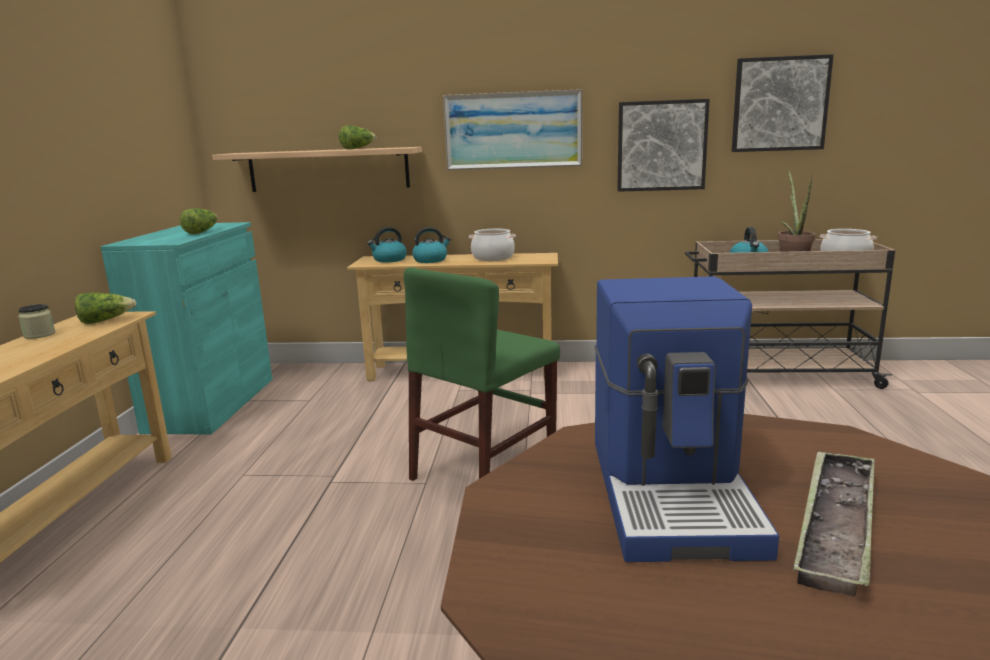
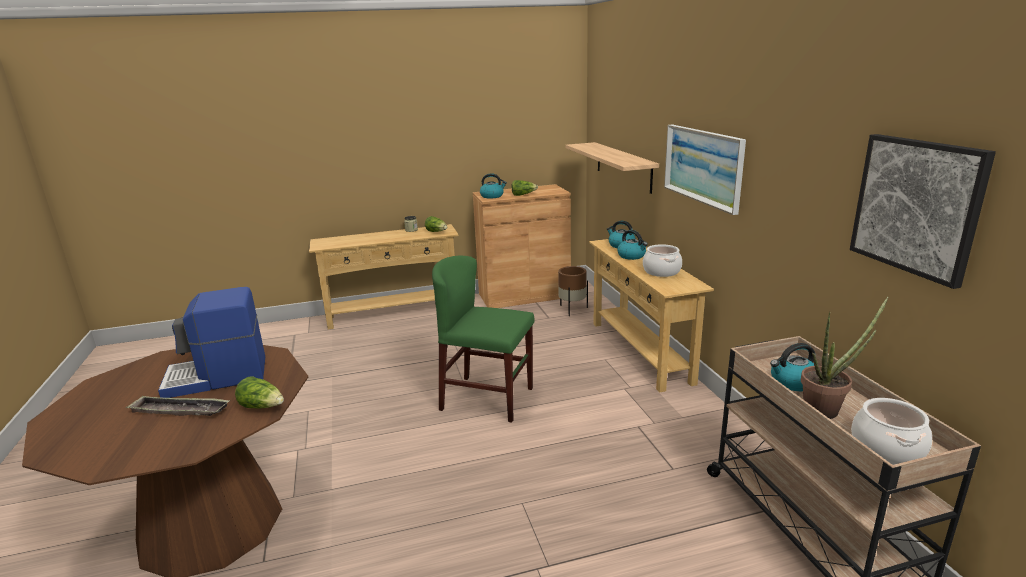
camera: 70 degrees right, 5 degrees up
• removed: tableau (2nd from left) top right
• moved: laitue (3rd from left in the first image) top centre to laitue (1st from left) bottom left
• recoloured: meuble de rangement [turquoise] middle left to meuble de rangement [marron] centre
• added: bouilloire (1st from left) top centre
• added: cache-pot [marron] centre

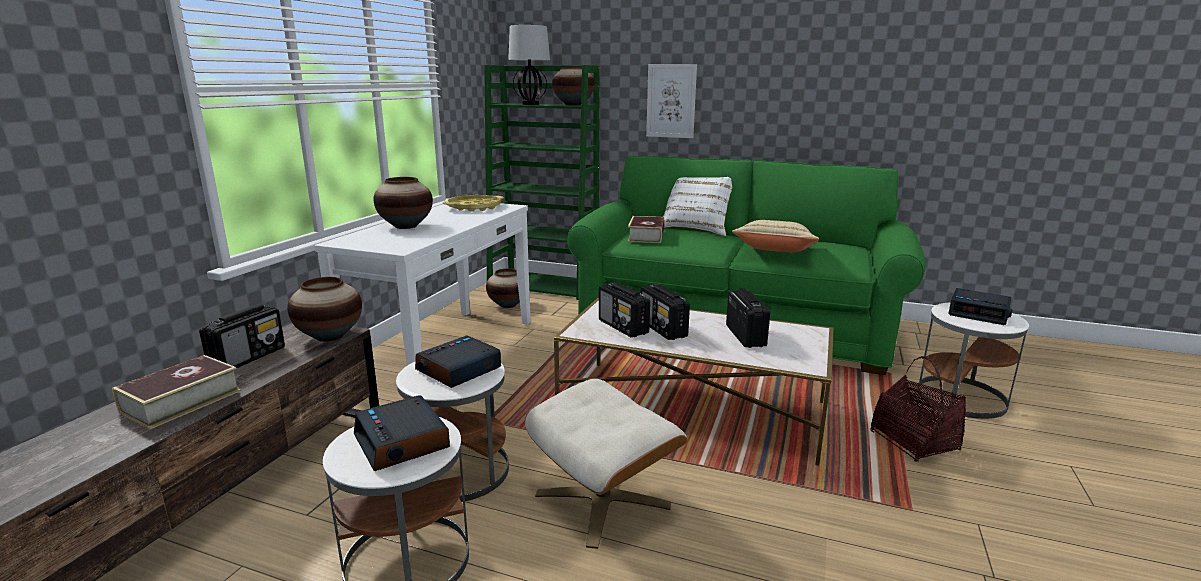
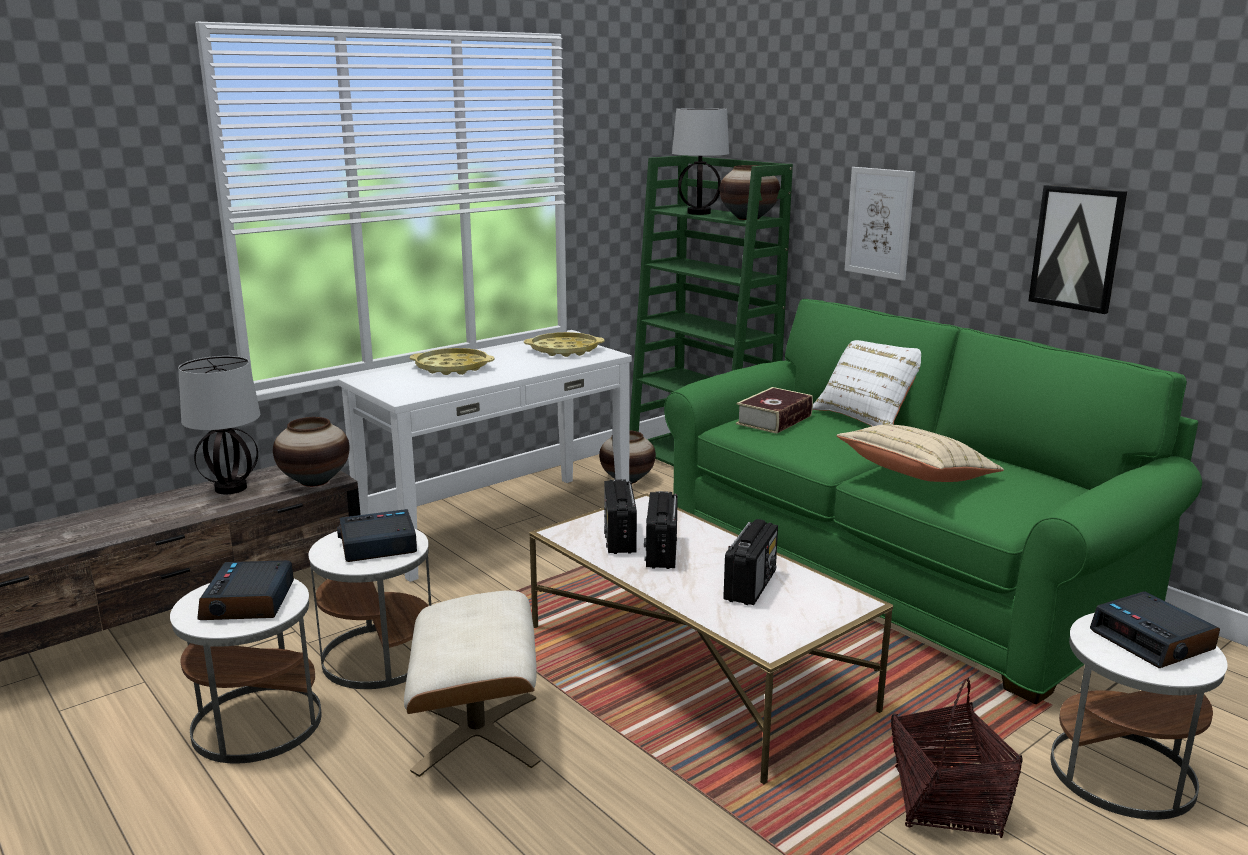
camera: 30 degrees right, 0 degrees up
• replaced: vase (2nd from left) centre to plateau [jaune] (1st from left) centre
• replaced: radio (1st from left) middle left to lampe de table (1st from left) middle left
• removed: livre (1st from left) bottom left
• added: tableau (2nd from left) top right

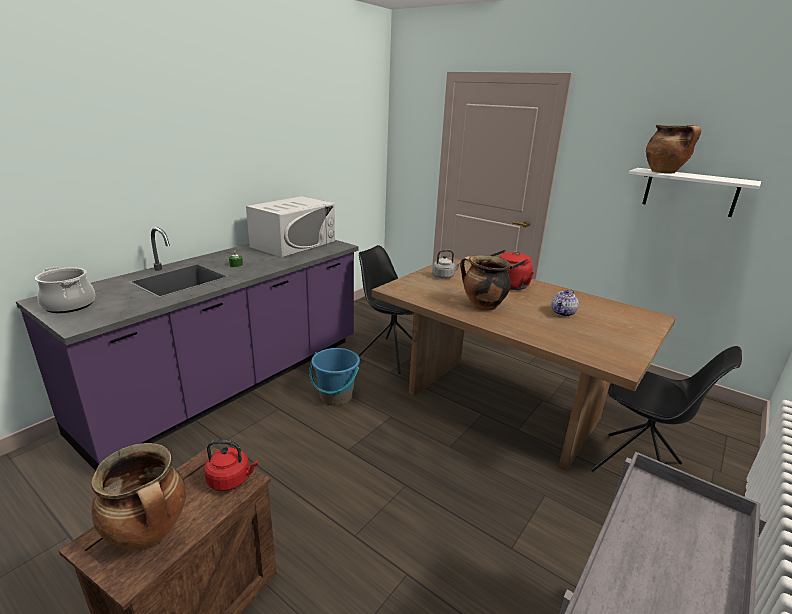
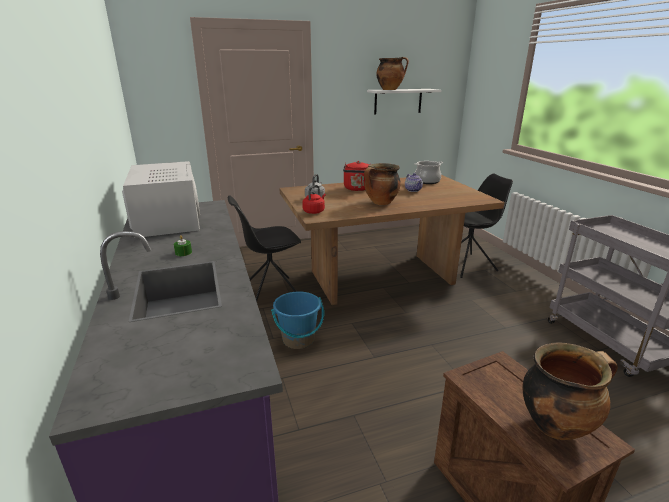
camera: 55 degrees left, 0 degrees up
• moved: marmite (1st from left in the first image) middle left to marmite (3rd from left) centre
• moved: bouilloire [rouge] (1st from left) bottom left to centre

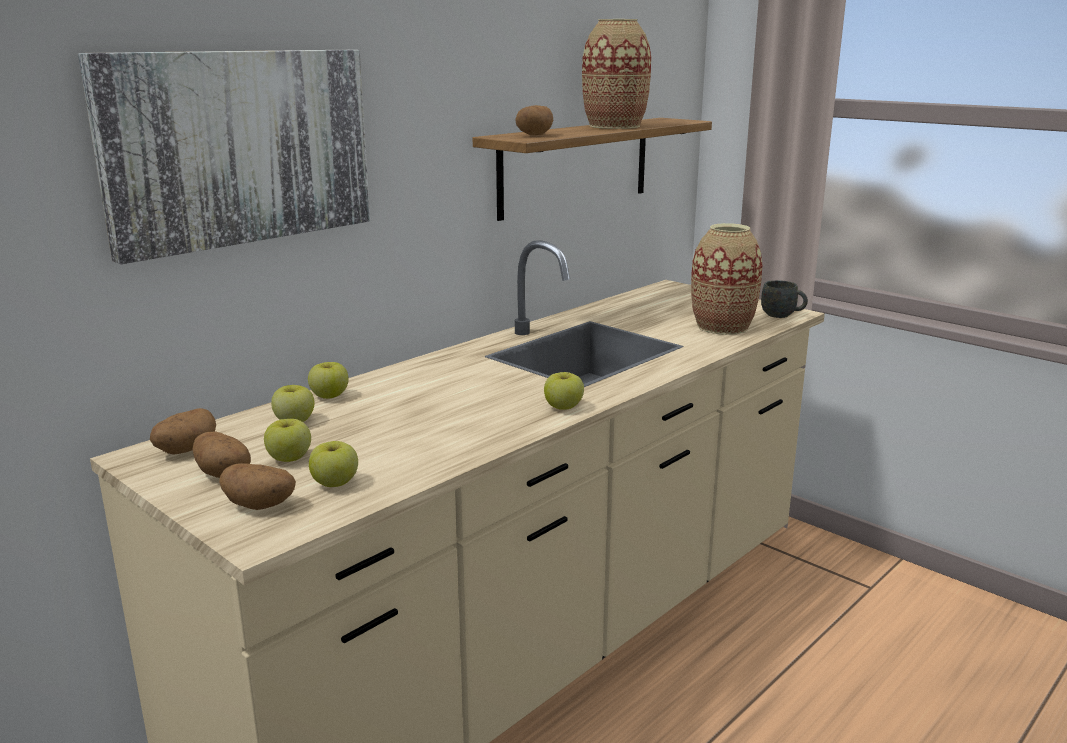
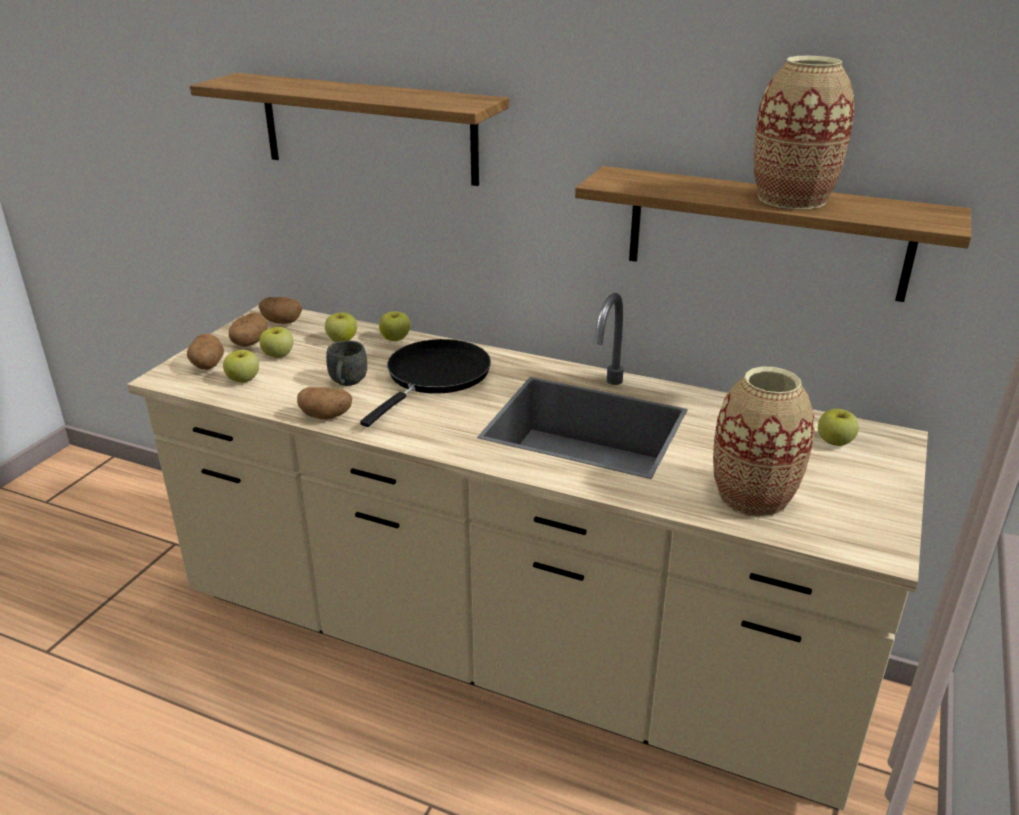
camera: 70 degrees right, 10 degrees up
• replaced: tableau top left to étagère (1st from left) top centre
• moved: pomme de terre (4th from left) top centre to middle left
• moved: mug [gris] middle right to centre
• moved: pomme (5th from left) centre to middle right
• added: poêle [noir] centre

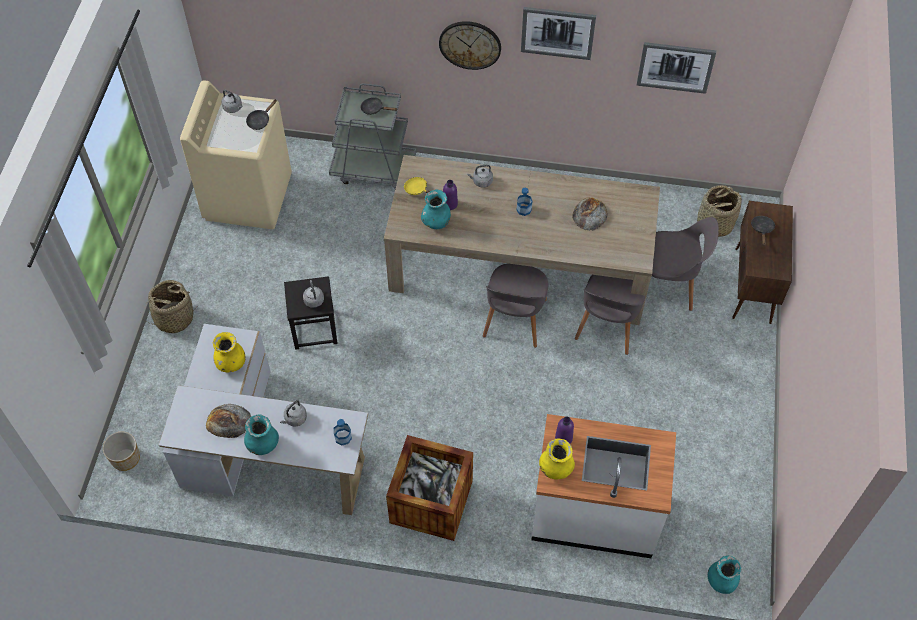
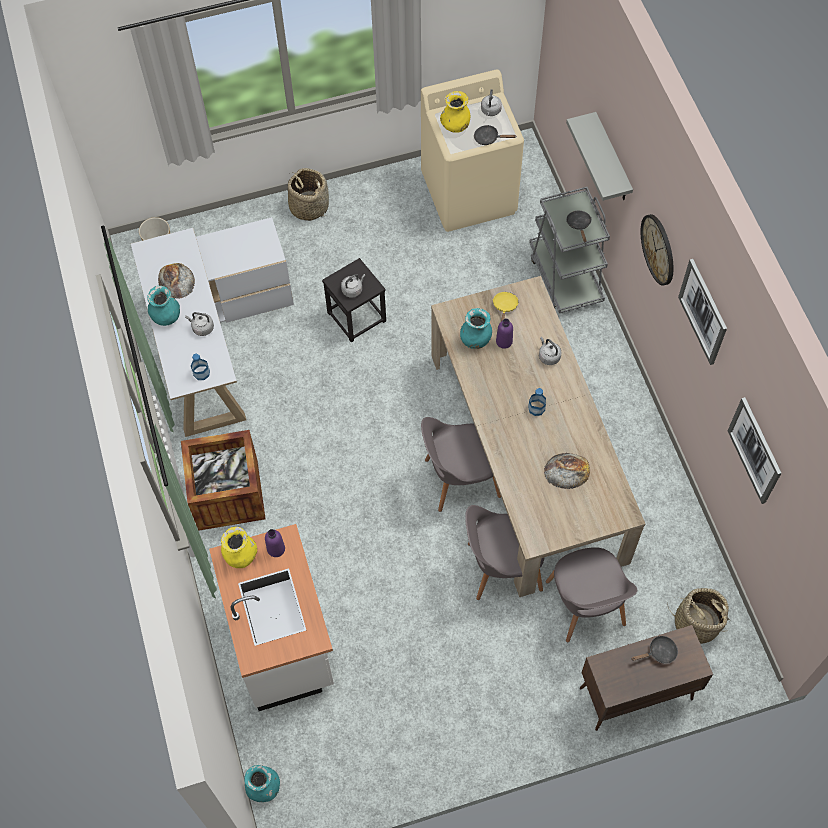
camera: 65 degrees right, 5 degrees up
• moved: vase [jaune] (1st from left in the first image) middle left to vase [jaune] (2nd from left) top centre
• added: étagère [gris] top right

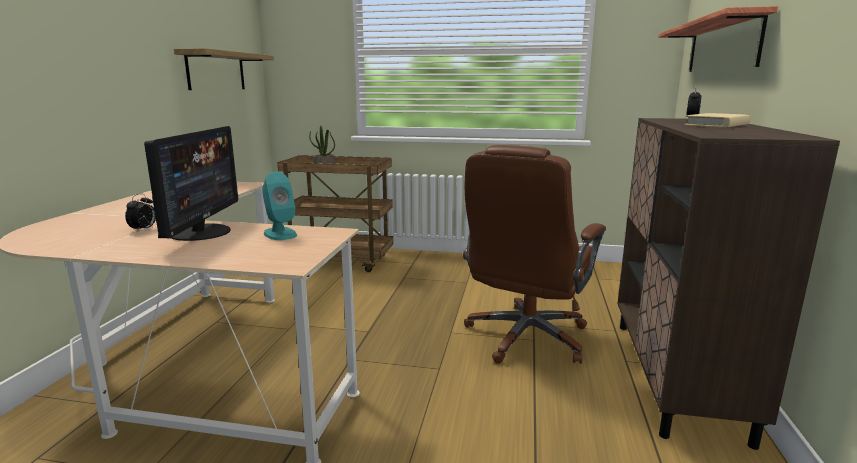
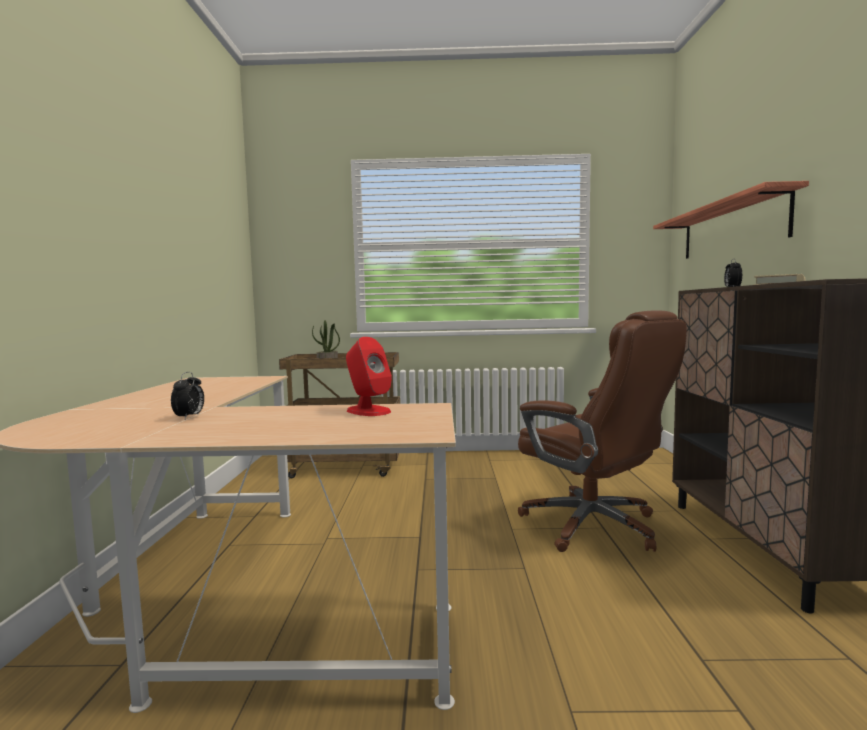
camera: 10 degrees left, 10 degrees down
• removed: étagère (1st from left) top left
• removed: écran d'ordinateur middle left
• turned: chaise de bureau [marron] centre = middle right 60 degrees counterclockwise
• recoloured: enceinte [turquoise] middle left to enceinte [rouge] centre

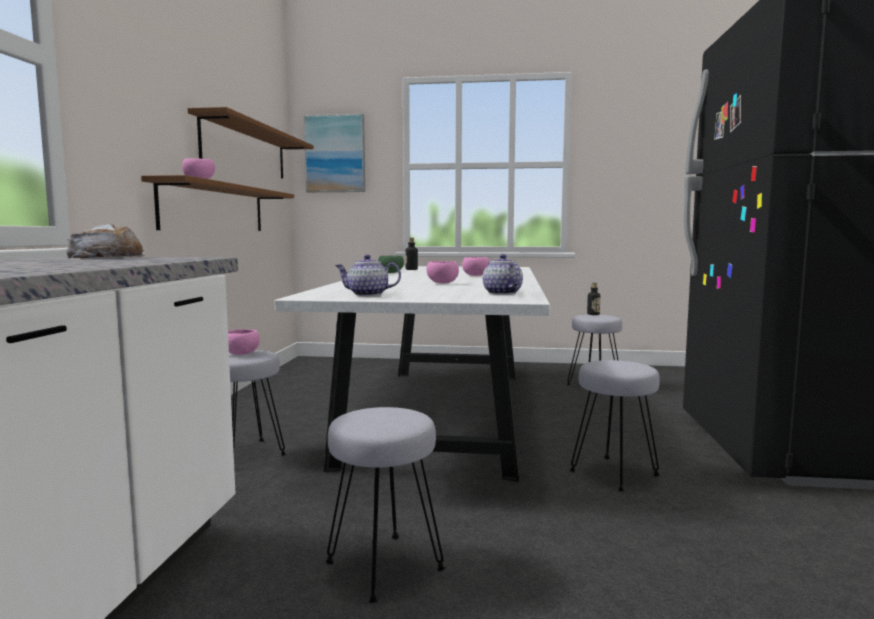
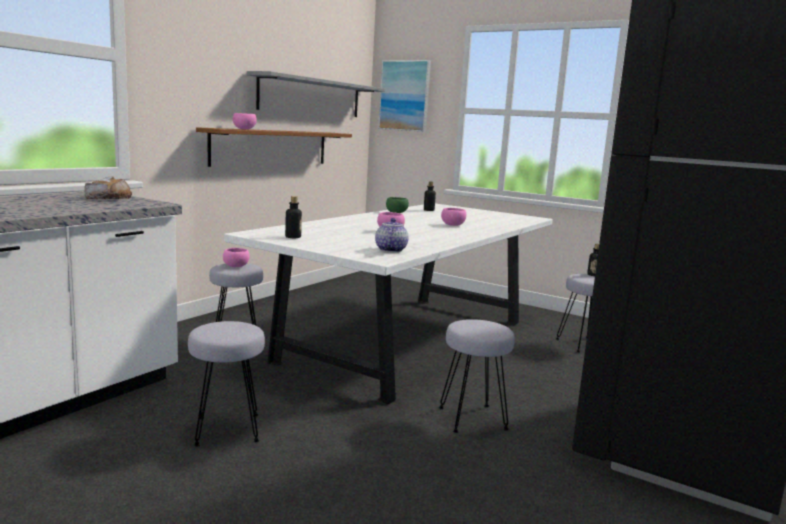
camera: 25 degrees right, 5 degrees up
• recoloured: étagère [marron] (2nd from left) top left to étagère [gris] top centre
• replaced: théière (1st from left) centre to bouteille (1st from left) centre

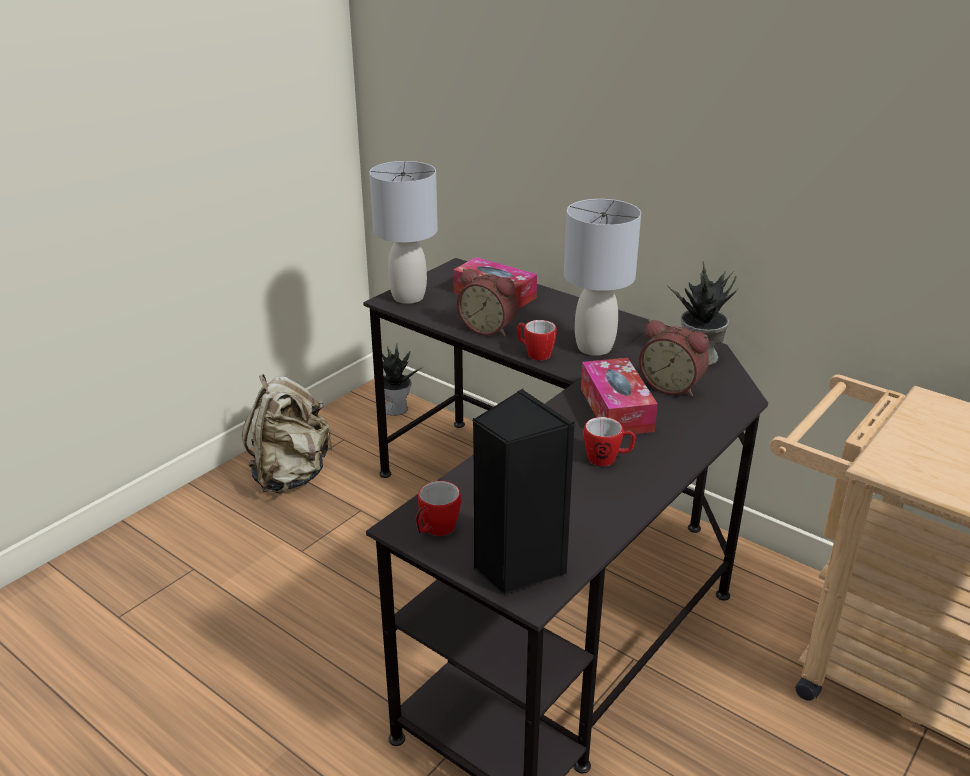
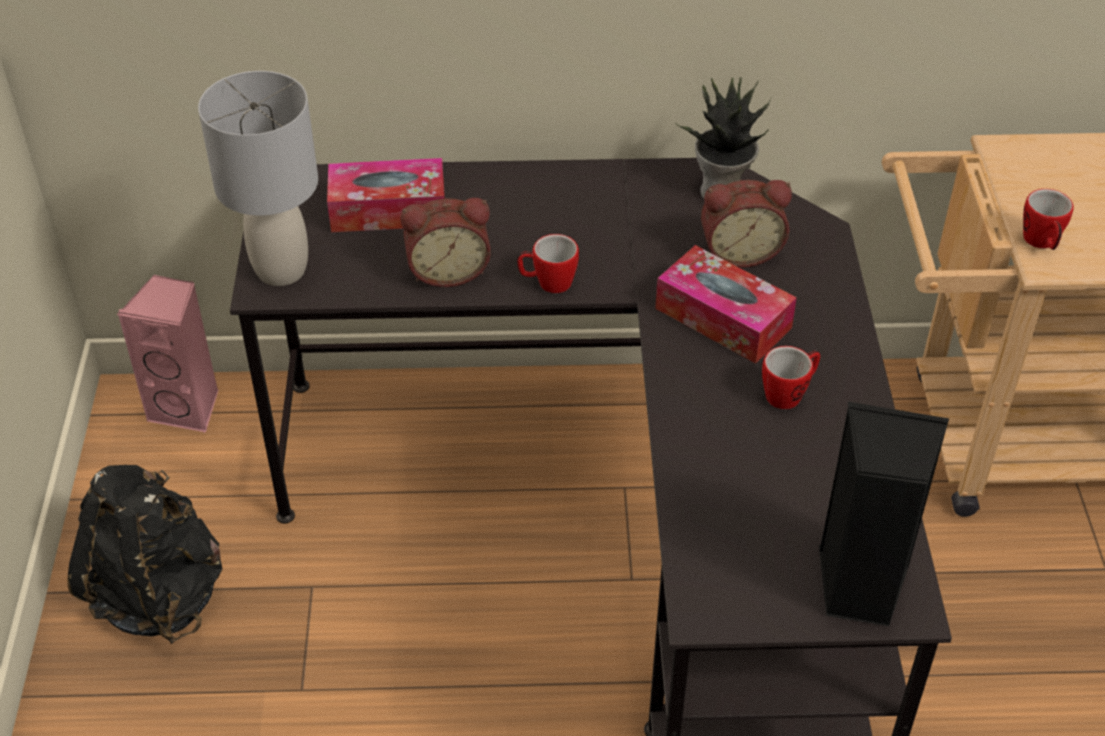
camera: 40 degrees left, 15 degrees up
• removed: lampe de table [gris] (2nd from left) centre
• replaced: plante en pot (1st from left) centre to enceinte [rose] middle left
• recoloured: sac à dos [beige] middle left to sac à dos [noir] bottom left
• moved: mug (1st from left in the first image) centre to mug (3rd from left) top right

